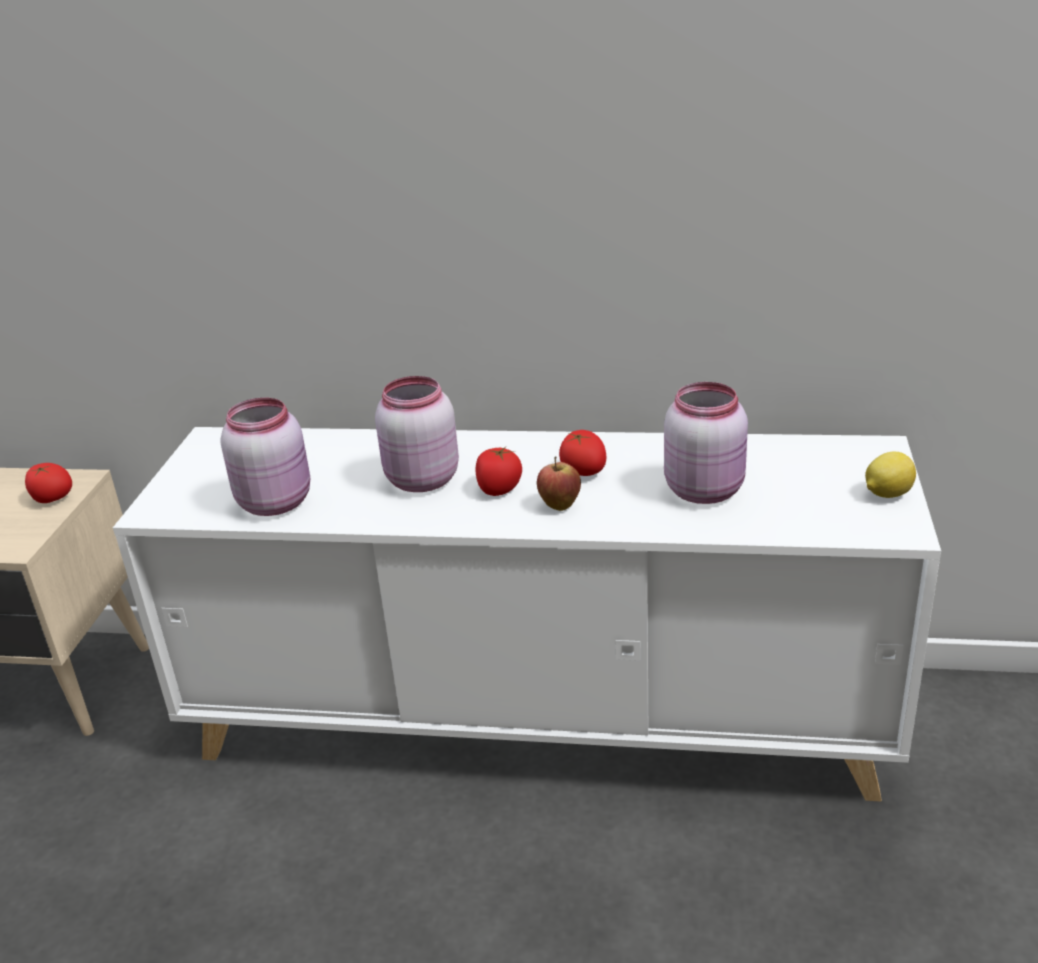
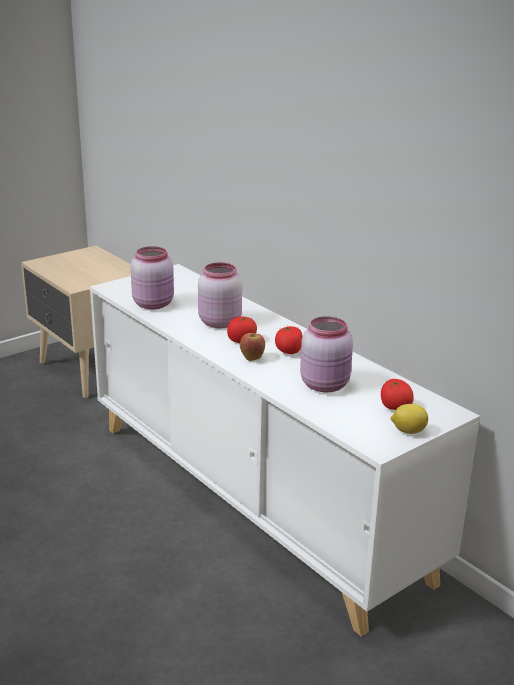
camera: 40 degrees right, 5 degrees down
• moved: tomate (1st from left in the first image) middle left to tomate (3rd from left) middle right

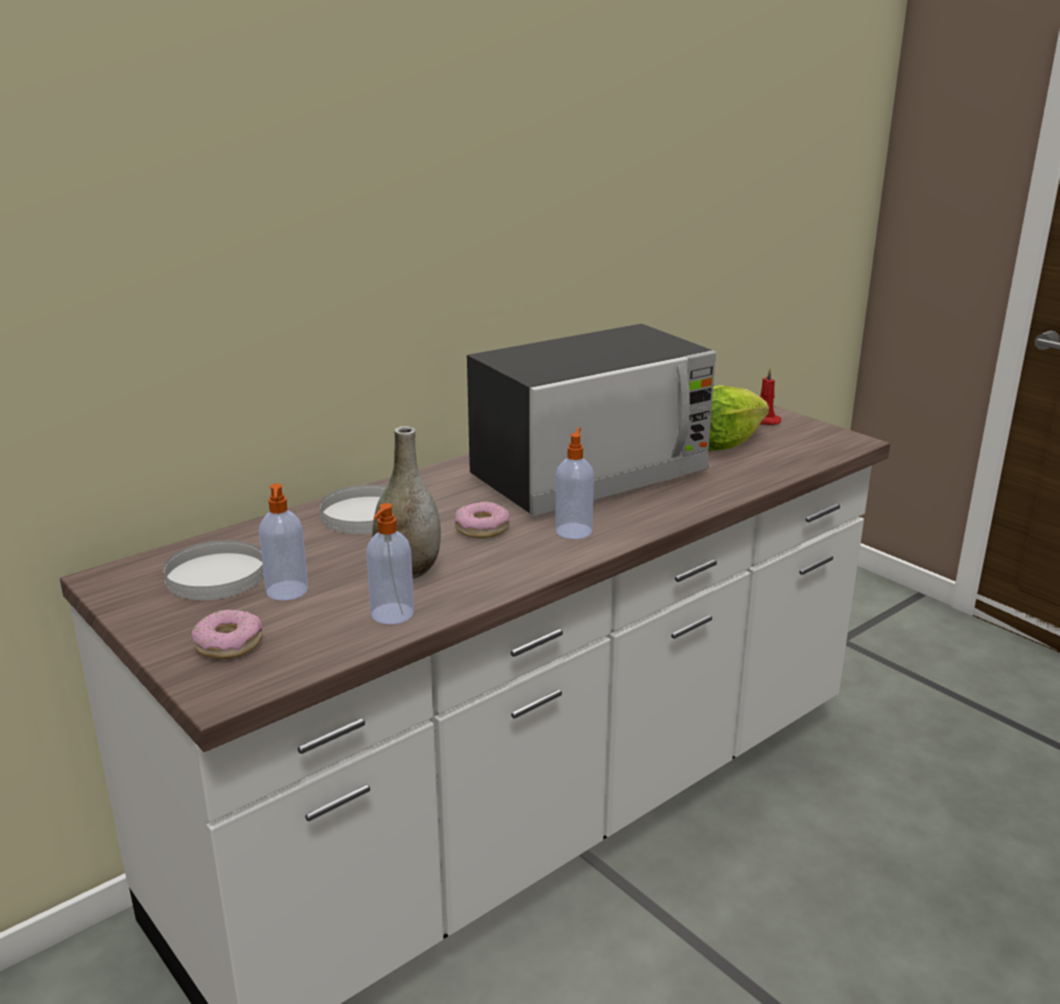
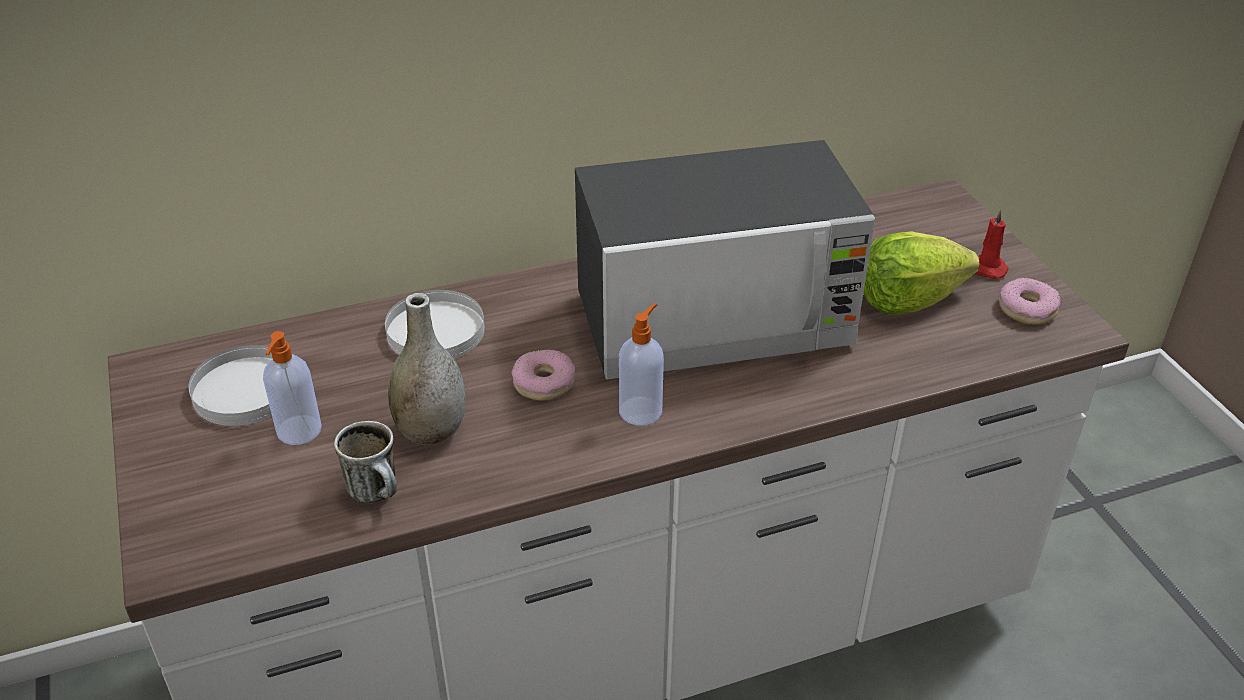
camera: 20 degrees right, 15 degrees up
• replaced: distributeur de savon (2nd from left) centre to mug middle left
• moved: beignet (1st from left in the first image) middle left to beignet (2nd from left) middle right

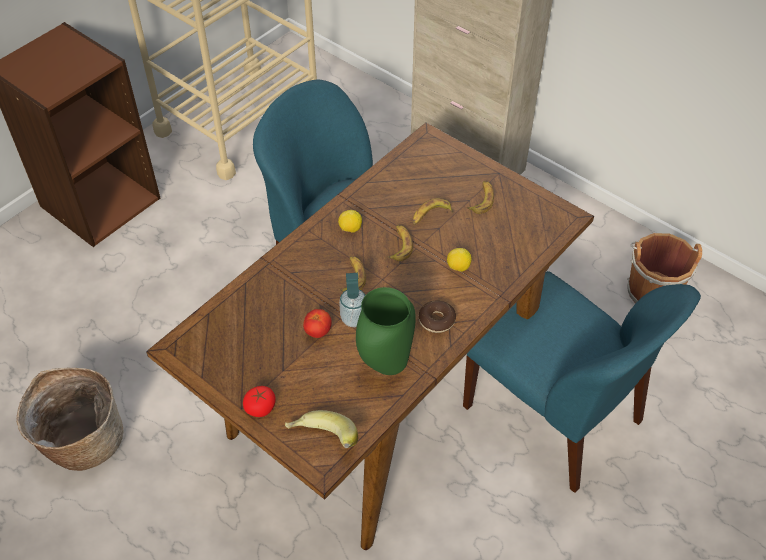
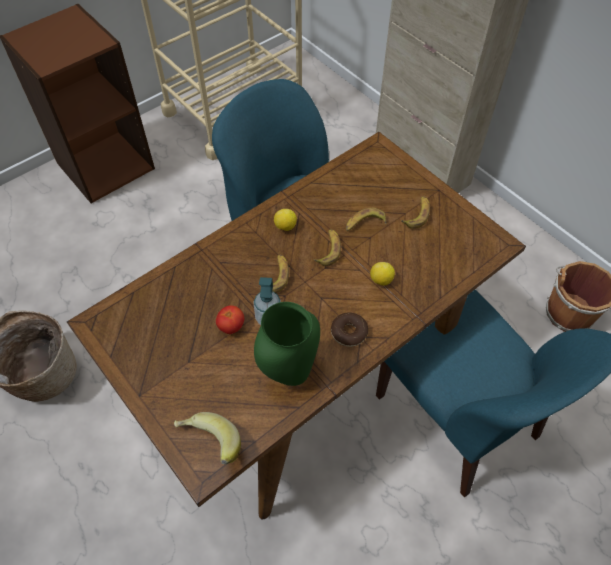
camera: 10 degrees right, 5 degrees up
• removed: tomate (1st from left) bottom centre

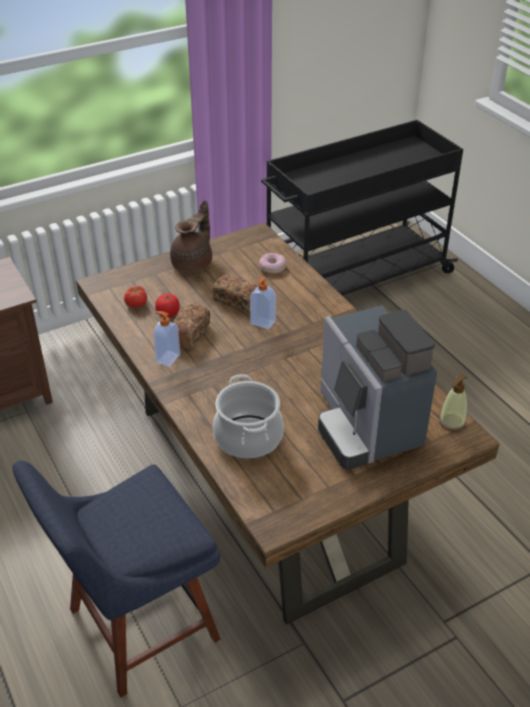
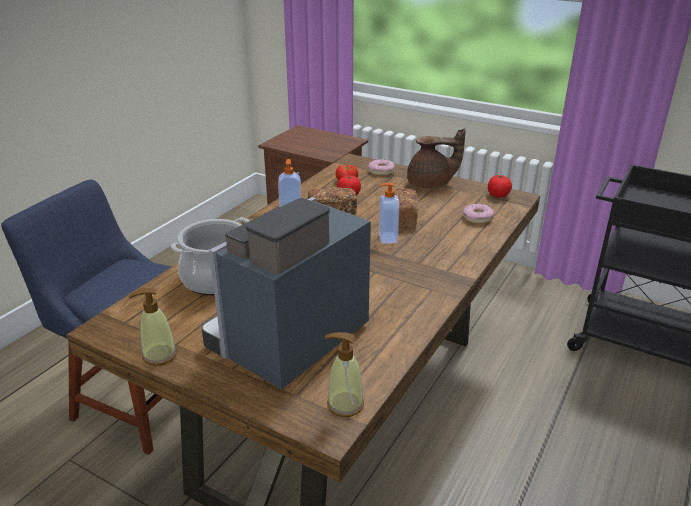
camera: 60 degrees right, 10 degrees down
• added: beignet (1st from left) top centre
• added: tomate (3rd from left) middle right
• added: distributeur de savon (1st from left) middle left

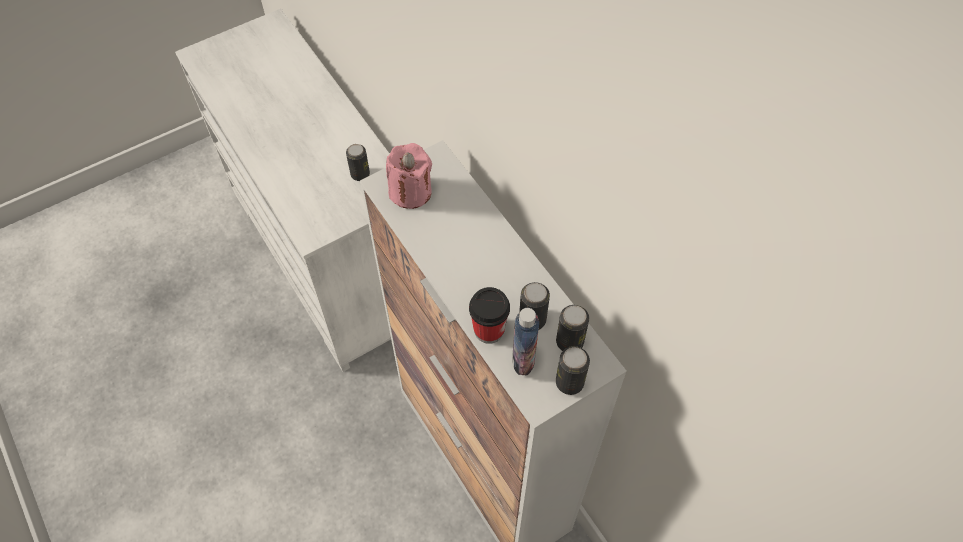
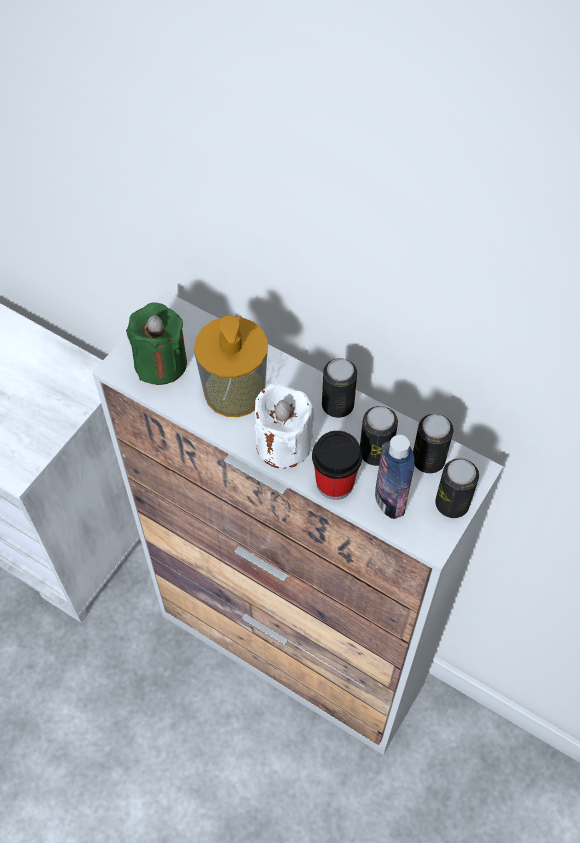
camera: 25 degrees left, 0 degrees up
• recoloured: bougie [rose] top centre to bougie [vert] middle left
• moved: boîte métallique (1st from left) top centre to centre
• added: distributeur de savon centre
• added: bougie [blanc] centre

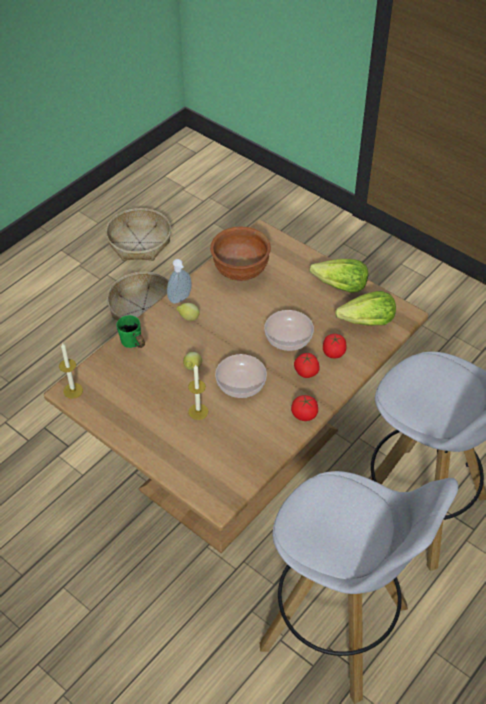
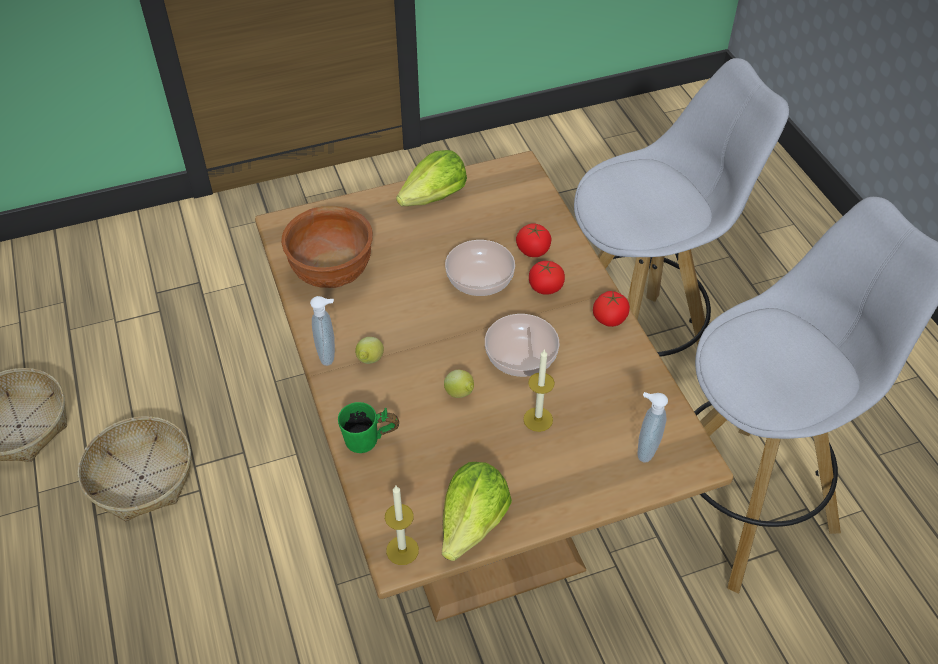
camera: 60 degrees left, 0 degrees up
• moved: laitue (2nd from left) middle right to bottom centre
• added: distributeur de savon (2nd from left) middle right

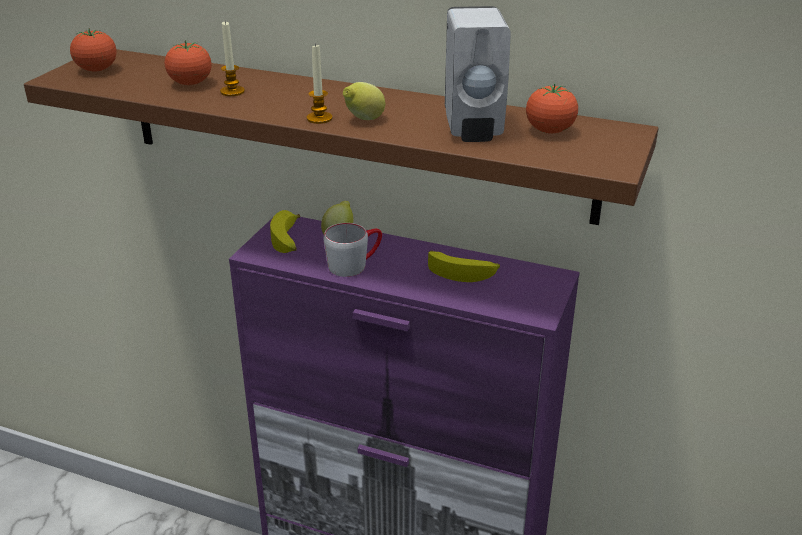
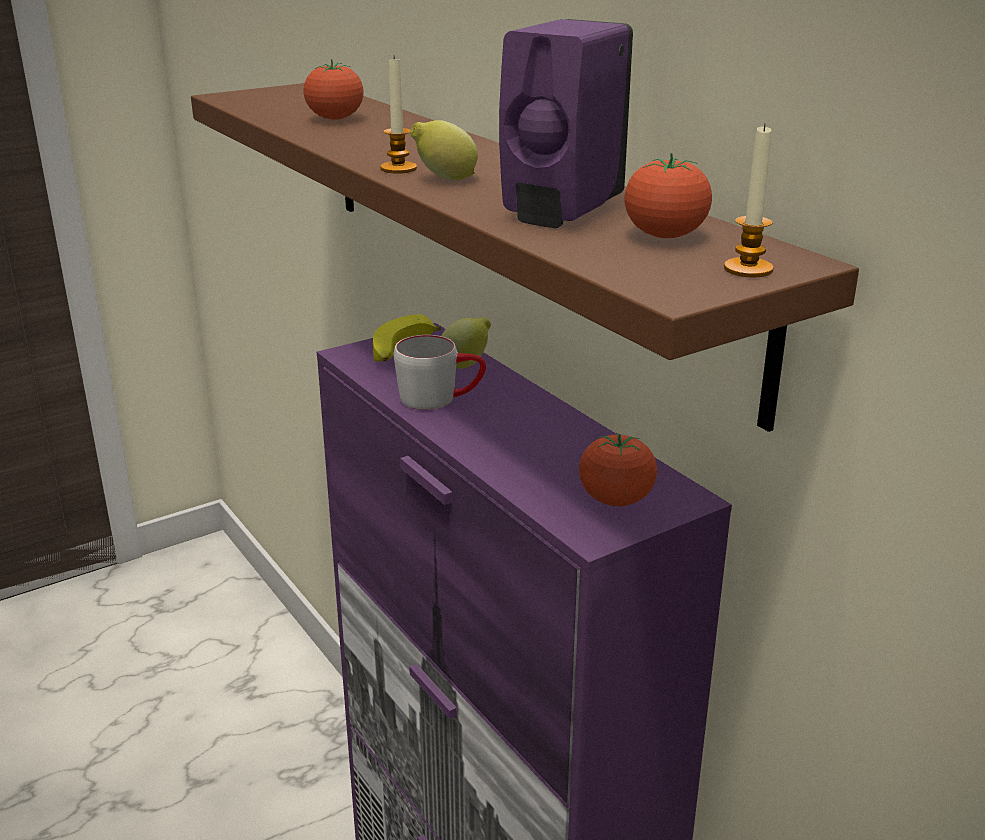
camera: 35 degrees right, 5 degrees down
• recoloured: distributeur de savon [blanc] top centre to distributeur de savon [violet] top centre
• moved: bougie (1st from left in the first image) top left to bougie (2nd from left) top right
• moved: tomate (1st from left in the first image) top left to tomate (2nd from left) centre
• removed: banane (2nd from left) centre

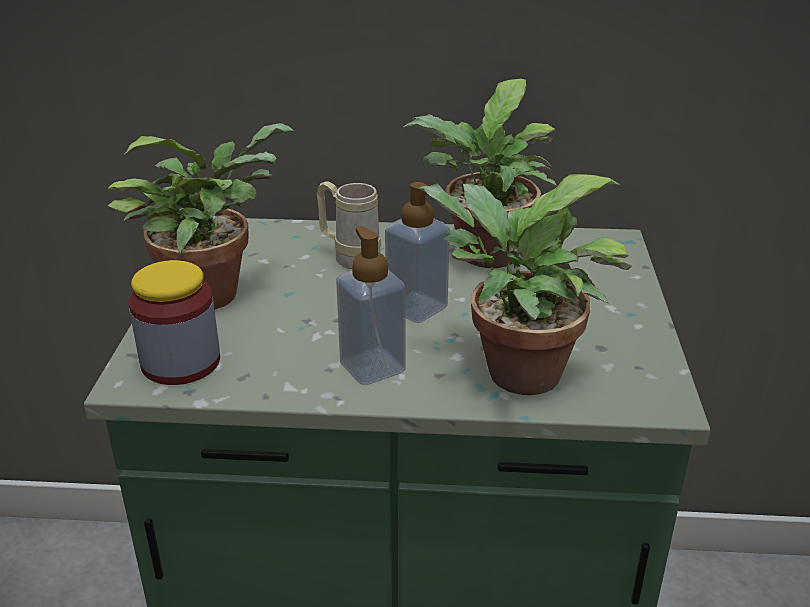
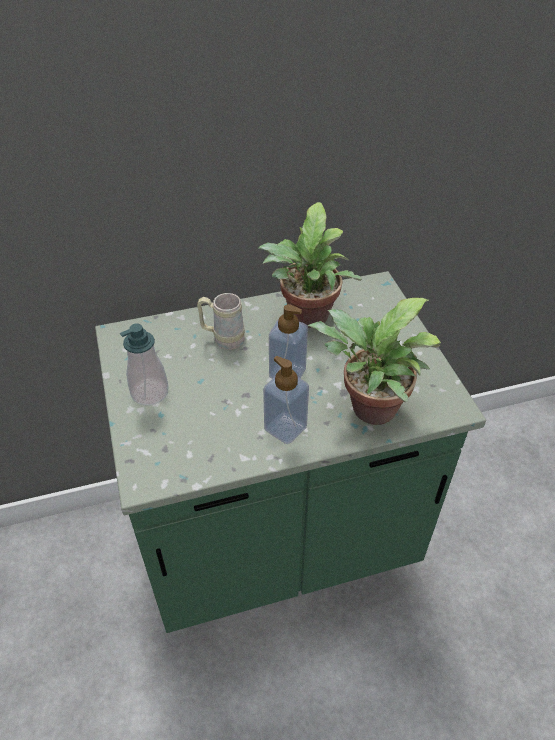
camera: 20 degrees left, 15 degrees up
• replaced: plante en pot (1st from left) middle left to distributeur de savon (1st from left) middle left
• removed: bocal middle left

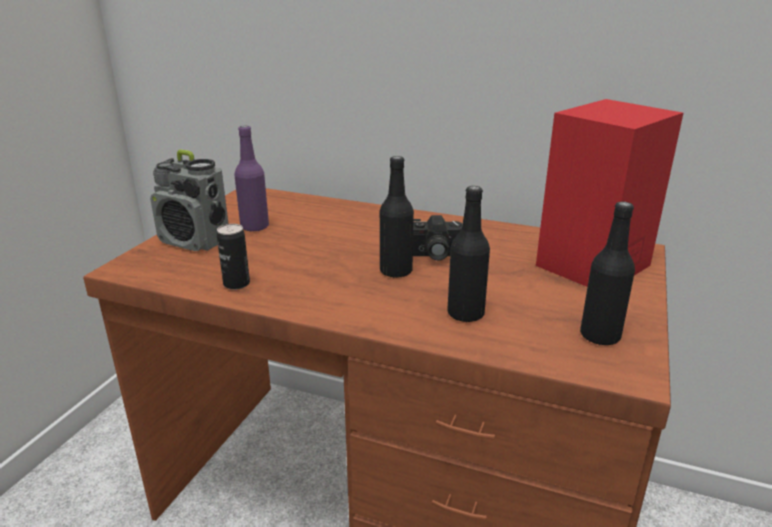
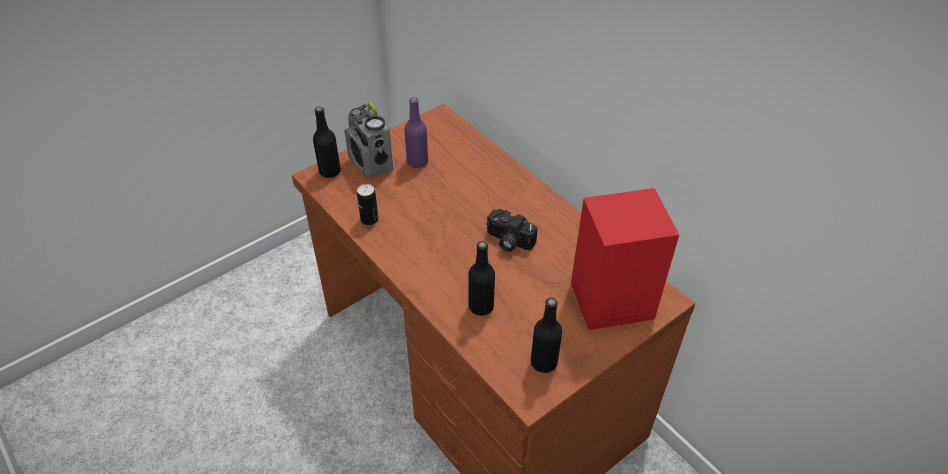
camera: 30 degrees right, 20 degrees up
• moved: bouteille [noir] (1st from left) centre to top centre

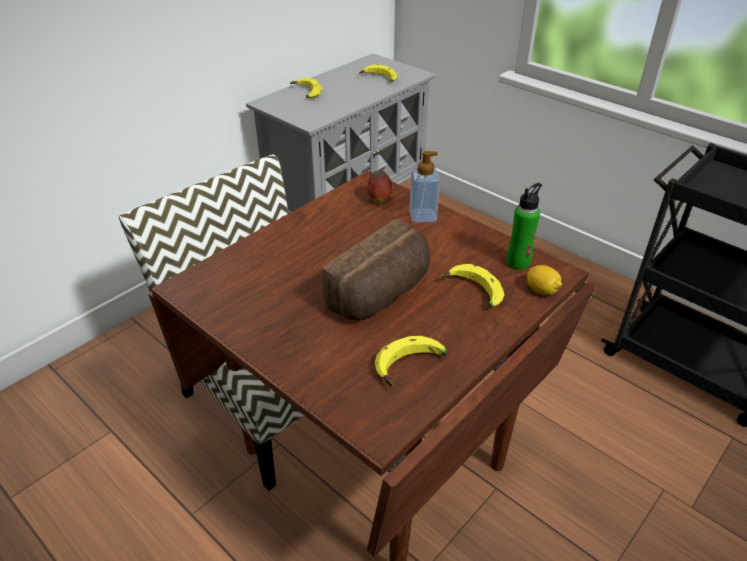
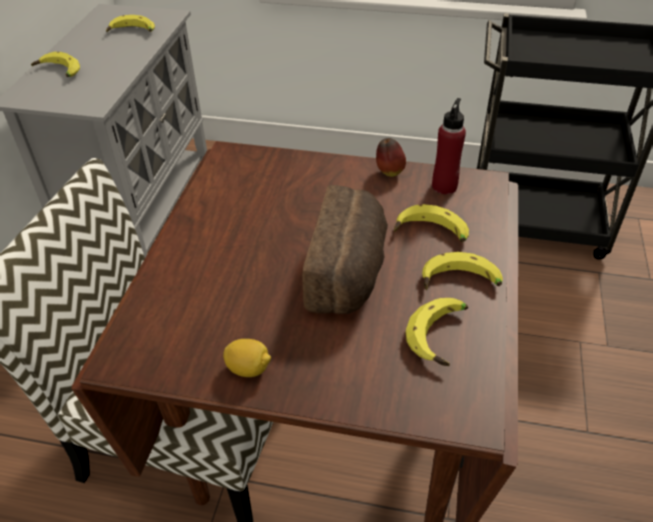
camera: 30 degrees left, 5 degrees up
• removed: distributeur de savon centre
• moved: pomme centre to top centre
• recoloured: bouteille [vert] middle right to bouteille [rouge] top right
• moved: citron middle right to bottom centre
• added: banane (5th from left) middle right

